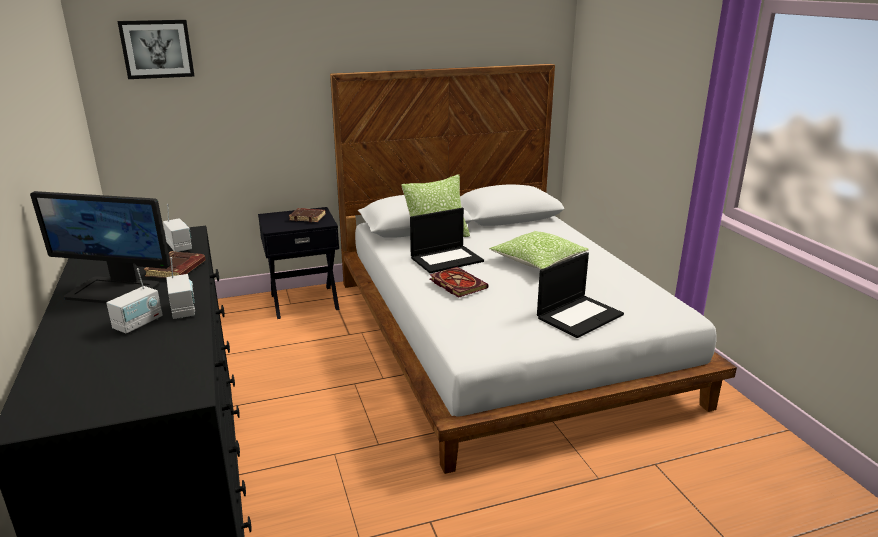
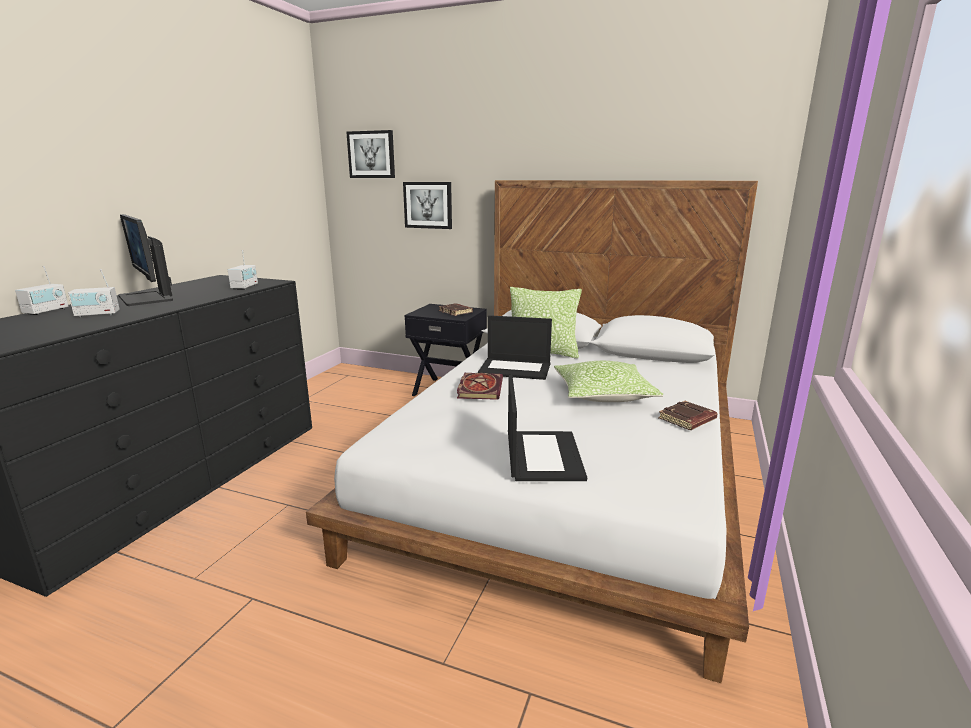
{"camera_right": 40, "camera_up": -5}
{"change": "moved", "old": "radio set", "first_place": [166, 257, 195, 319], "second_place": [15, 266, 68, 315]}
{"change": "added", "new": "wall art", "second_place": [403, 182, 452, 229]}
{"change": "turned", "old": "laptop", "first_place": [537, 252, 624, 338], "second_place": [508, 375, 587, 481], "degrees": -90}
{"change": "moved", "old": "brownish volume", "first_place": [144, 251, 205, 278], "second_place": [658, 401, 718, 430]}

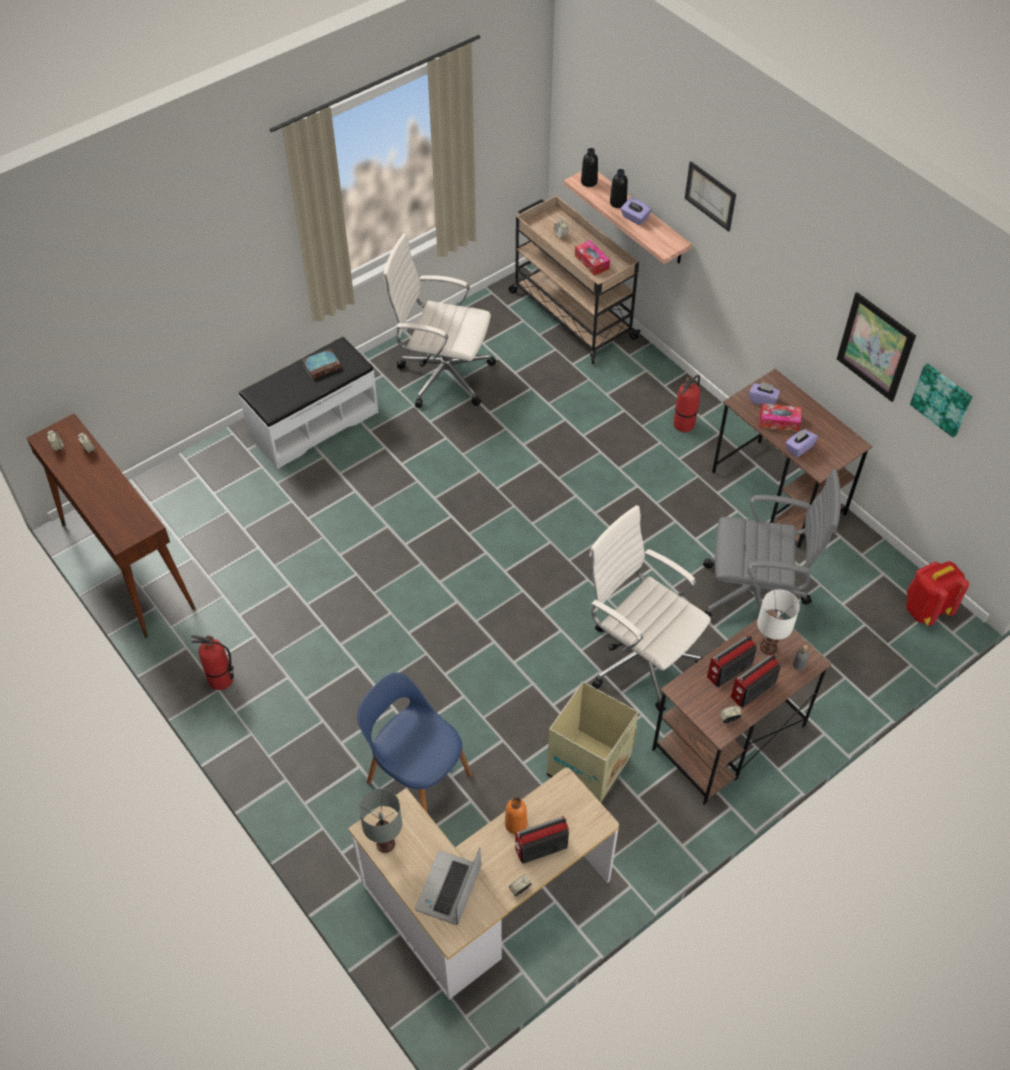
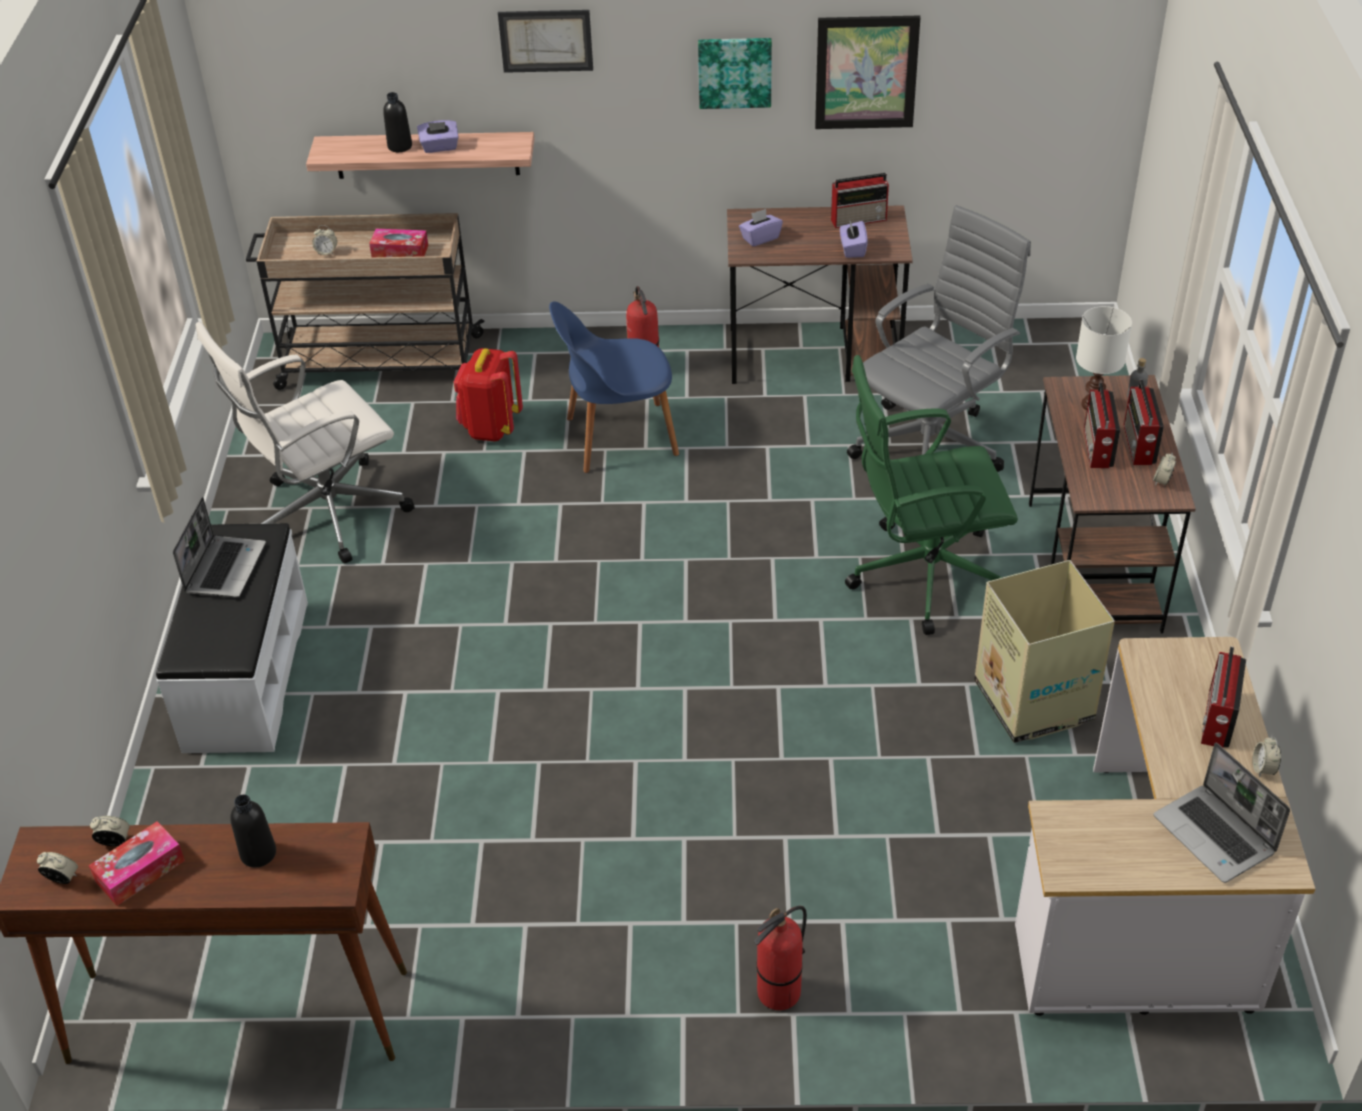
{"camera_right": -50, "camera_up": -10}
{"change": "moved", "old": "tissue holder", "first_place": [759, 403, 801, 431], "second_place": [89, 821, 185, 906]}
{"change": "replaced", "old": "volume", "new": "laptop", "first_place": [302, 349, 341, 379], "second_place": [173, 497, 266, 598]}
{"change": "moved", "old": "black drink bottle", "first_place": [581, 148, 598, 187], "second_place": [230, 795, 276, 868]}
{"change": "moved", "old": "reddish knapsack", "first_place": [906, 561, 969, 626], "second_place": [454, 348, 523, 442]}
{"change": "moved", "old": "blue-coloured chair", "first_place": [357, 672, 472, 814], "second_place": [549, 301, 679, 473]}
{"change": "moved", "old": "wall art", "first_place": [910, 363, 972, 438], "second_place": [698, 38, 772, 109]}
{"change": "moved", "old": "extinguisher", "first_place": [191, 635, 234, 690], "second_place": [754, 906, 807, 1010]}
{"change": "added", "new": "radio set", "second_place": [831, 173, 889, 228]}
{"change": "recoloured", "old": "whitish office chair", "new": "greenish office chair", "first_place": [589, 505, 711, 711], "second_place": [845, 355, 1018, 635]}
{"change": "removed", "old": "greyish lamp for a table", "first_place": [359, 788, 402, 853]}
{"change": "removed", "old": "orange drink bottle", "first_place": [505, 797, 527, 834]}

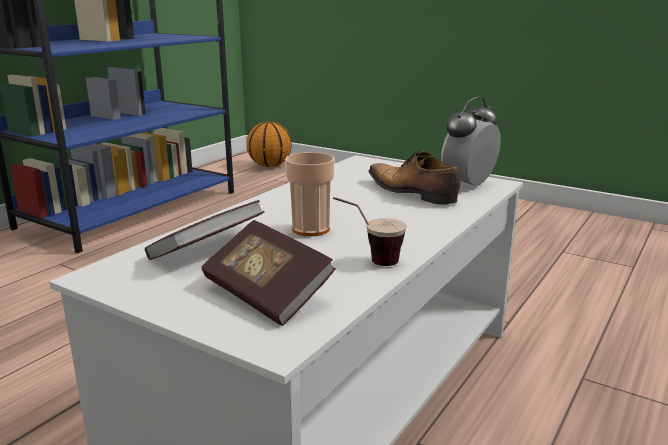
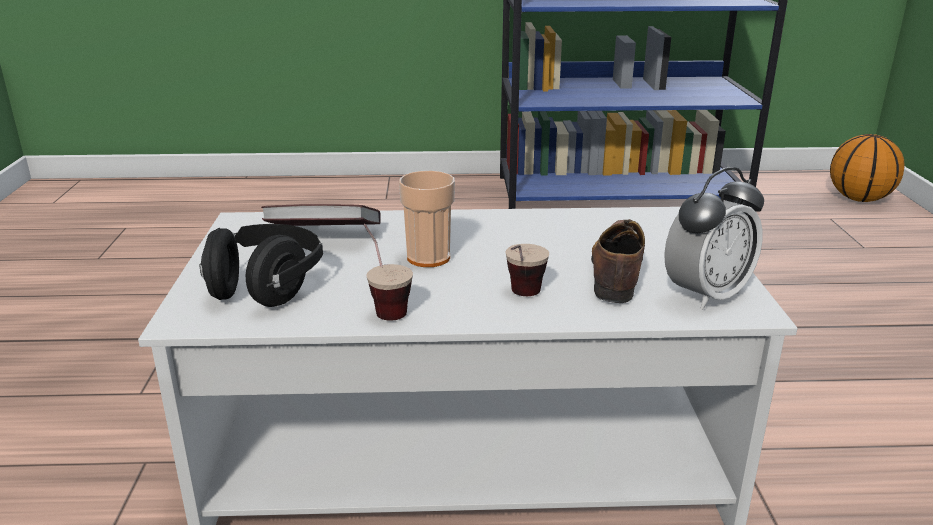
{"camera_right": 55, "camera_up": 5}
{"change": "replaced", "old": "volume", "new": "black headset", "first_place": [202, 220, 335, 326], "second_place": [199, 224, 323, 307]}
{"change": "added", "new": "small cup", "second_place": [505, 244, 549, 296]}
{"change": "turned", "old": "alarm clock", "first_place": [441, 97, 501, 188], "second_place": [664, 167, 764, 310], "degrees": 135}

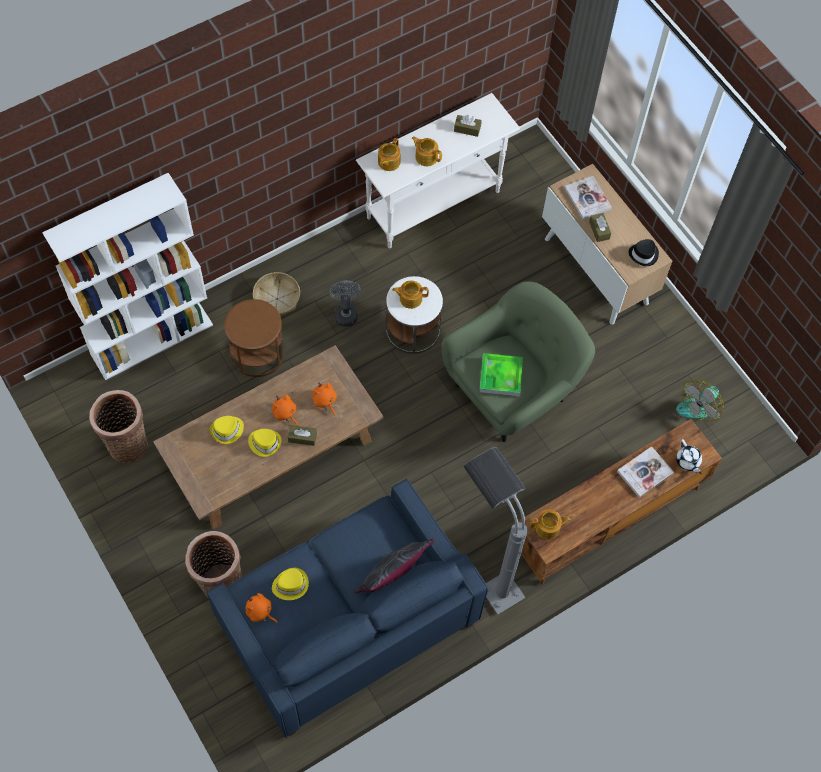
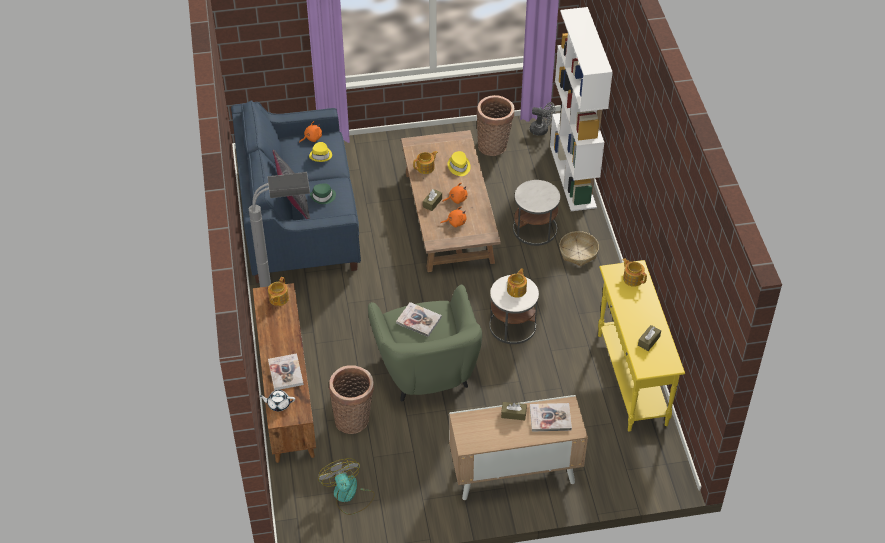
{"camera_right": 115, "camera_up": -15}
{"change": "added", "new": "greenish wearable hat", "second_place": [310, 183, 336, 204]}
{"change": "moved", "old": "household basket", "first_place": [185, 531, 242, 598], "second_place": [329, 365, 374, 434]}
{"change": "replaced", "old": "tray", "new": "volume", "first_place": [479, 353, 523, 396], "second_place": [396, 302, 442, 337]}
{"change": "moved", "old": "tea pot", "first_place": [411, 136, 442, 166], "second_place": [413, 151, 438, 174]}
{"change": "recoloured", "old": "brownish side table", "new": "whitish side table", "first_place": [224, 299, 285, 377], "second_place": [513, 180, 560, 246]}
{"change": "moved", "old": "greyish cooling fan", "first_place": [329, 281, 361, 327], "second_place": [530, 102, 555, 136]}
{"change": "recoloured", "old": "whitish narrow table", "new": "yellow narrow table", "first_place": [356, 93, 520, 248], "second_place": [598, 260, 685, 432]}
{"change": "removed", "old": "yellow wearable hat", "first_place": [248, 429, 282, 457]}
{"change": "removed", "old": "black wearable hat", "first_place": [628, 239, 659, 266]}

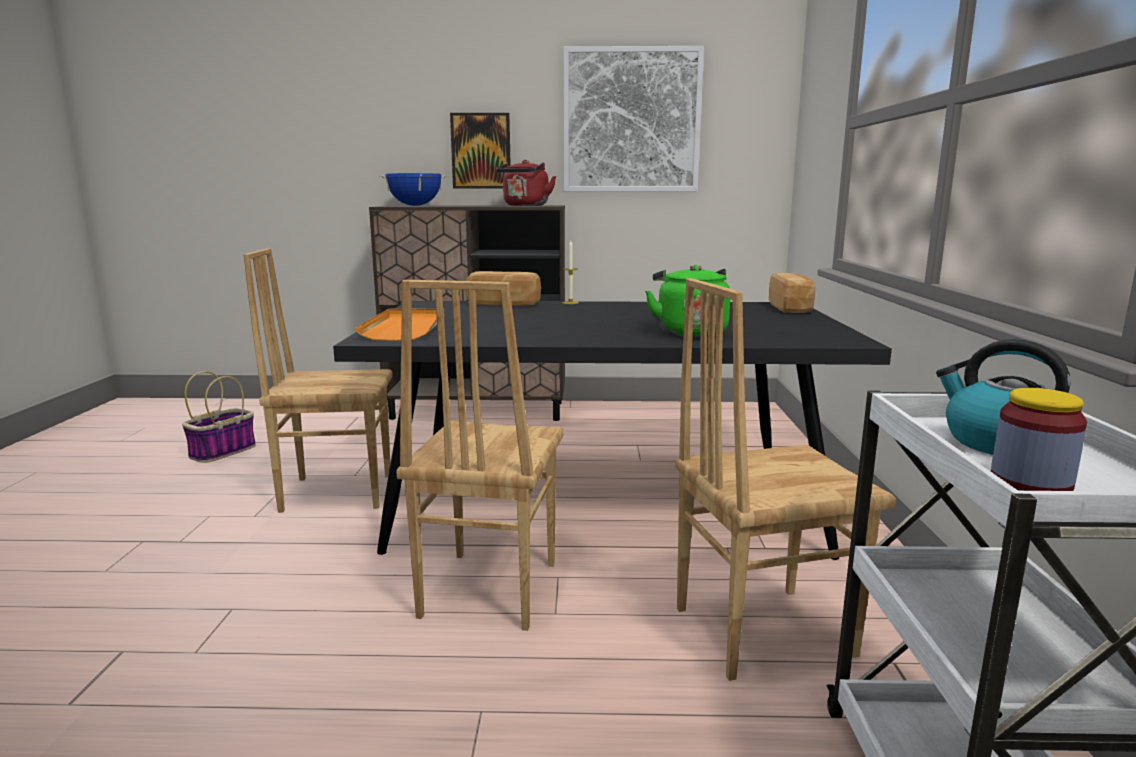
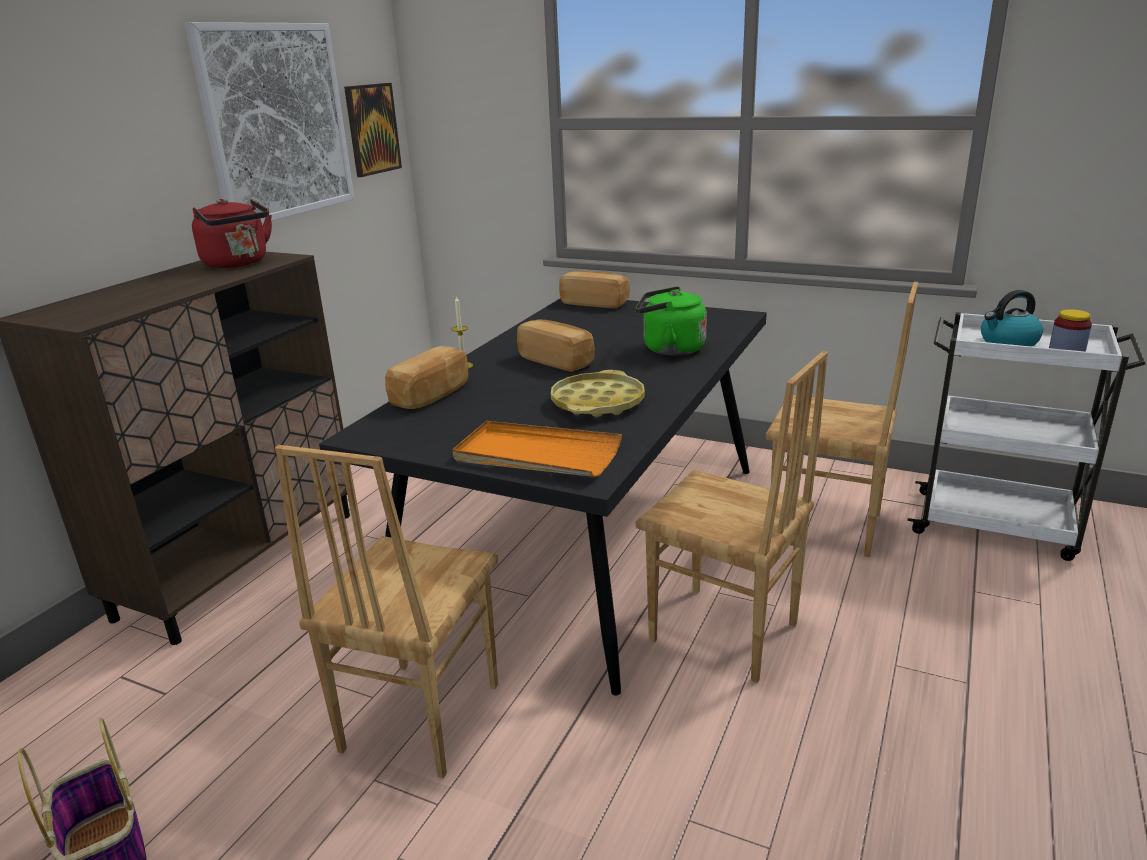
{"camera_right": -65, "camera_up": 10}
{"change": "moved", "old": "wall art", "first_place": [450, 113, 511, 188], "second_place": [344, 83, 402, 177]}
{"change": "added", "new": "bakery bread", "second_place": [517, 319, 595, 372]}
{"change": "added", "new": "yellow tray", "second_place": [551, 370, 645, 417]}
{"change": "turned", "old": "brownish chair", "first_place": [675, 278, 896, 681], "second_place": [766, 282, 918, 557], "degrees": -75}
{"change": "removed", "old": "blue-coloured stockpot", "first_place": [379, 173, 447, 206]}

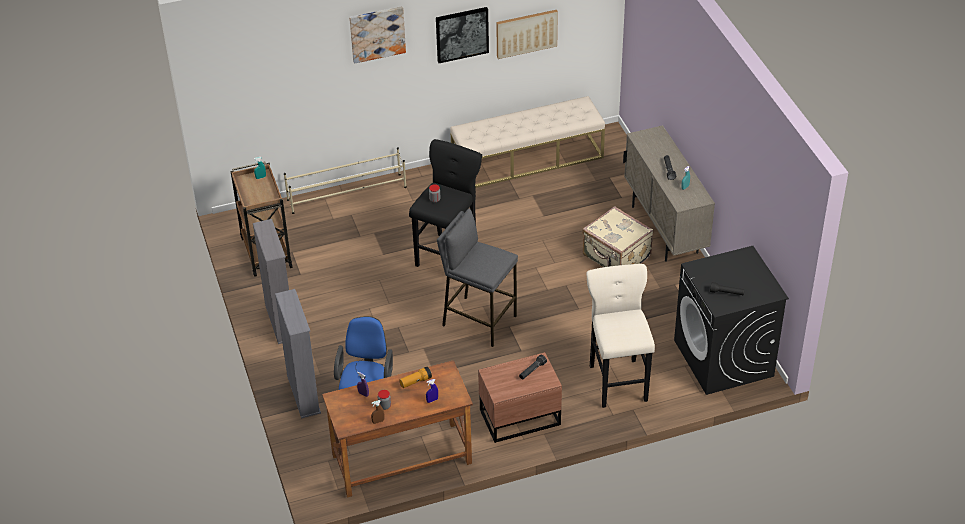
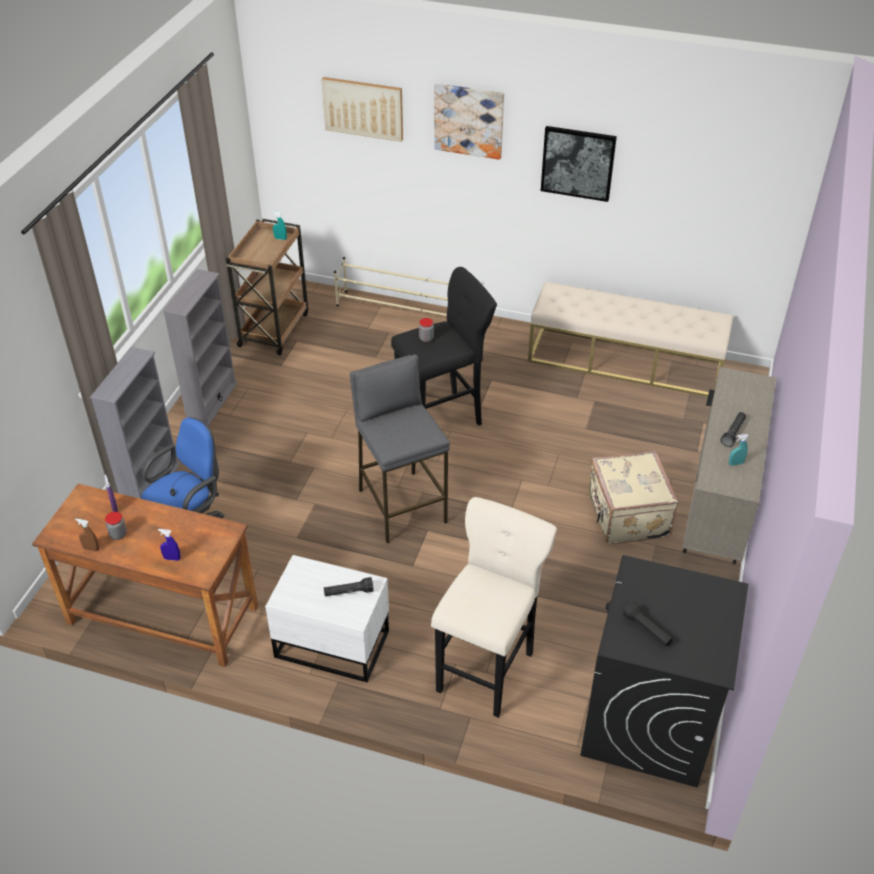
{"camera_right": 35, "camera_up": 0}
{"change": "recoloured", "old": "brownish nightstand", "new": "whitish nightstand", "first_place": [478, 352, 562, 443], "second_place": [265, 555, 389, 682]}
{"change": "moved", "old": "wall art", "first_place": [496, 10, 558, 59], "second_place": [322, 77, 403, 142]}
{"change": "removed", "old": "hand torch", "first_place": [399, 367, 432, 388]}

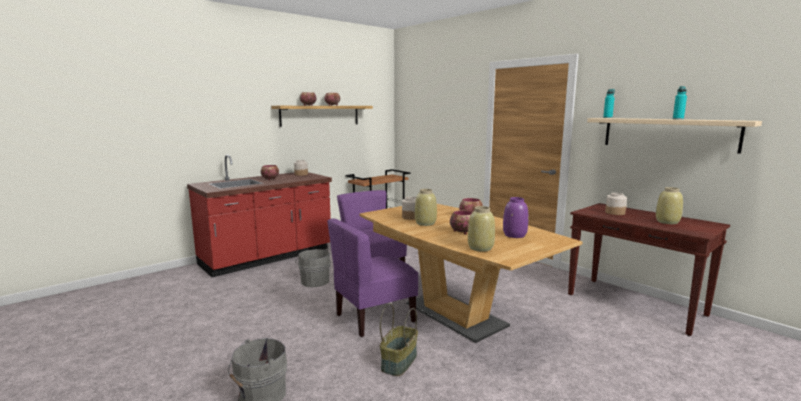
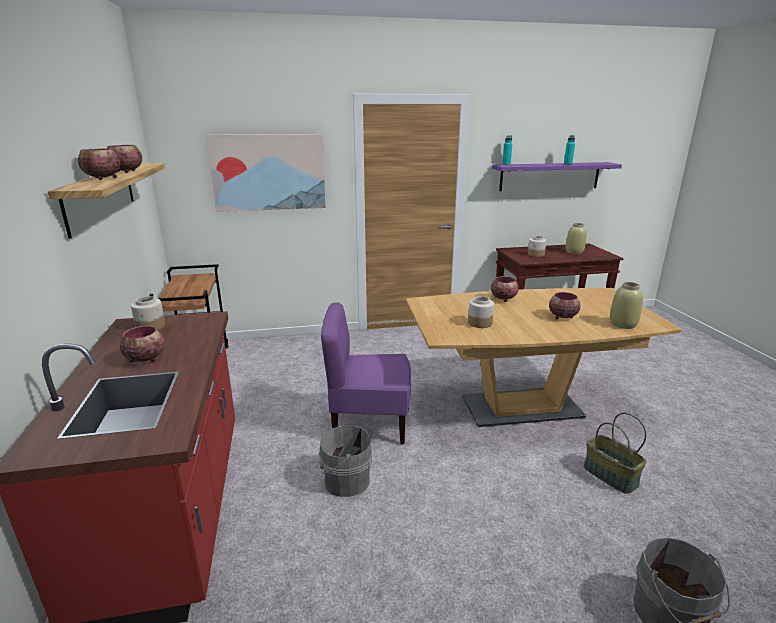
{"camera_right": -60, "camera_up": 10}
{"change": "added", "new": "wall art", "second_place": [206, 134, 326, 212]}
{"change": "recoloured", "old": "beige-coloured bracket shelf", "new": "purplish bracket shelf", "first_place": [587, 118, 762, 154], "second_place": [492, 162, 622, 191]}
{"change": "removed", "old": "purplish chair", "first_place": [327, 218, 418, 337]}
{"change": "removed", "old": "beige-coloured vase", "first_place": [415, 189, 437, 226]}
{"change": "removed", "old": "purplish vase", "first_place": [503, 197, 528, 238]}

